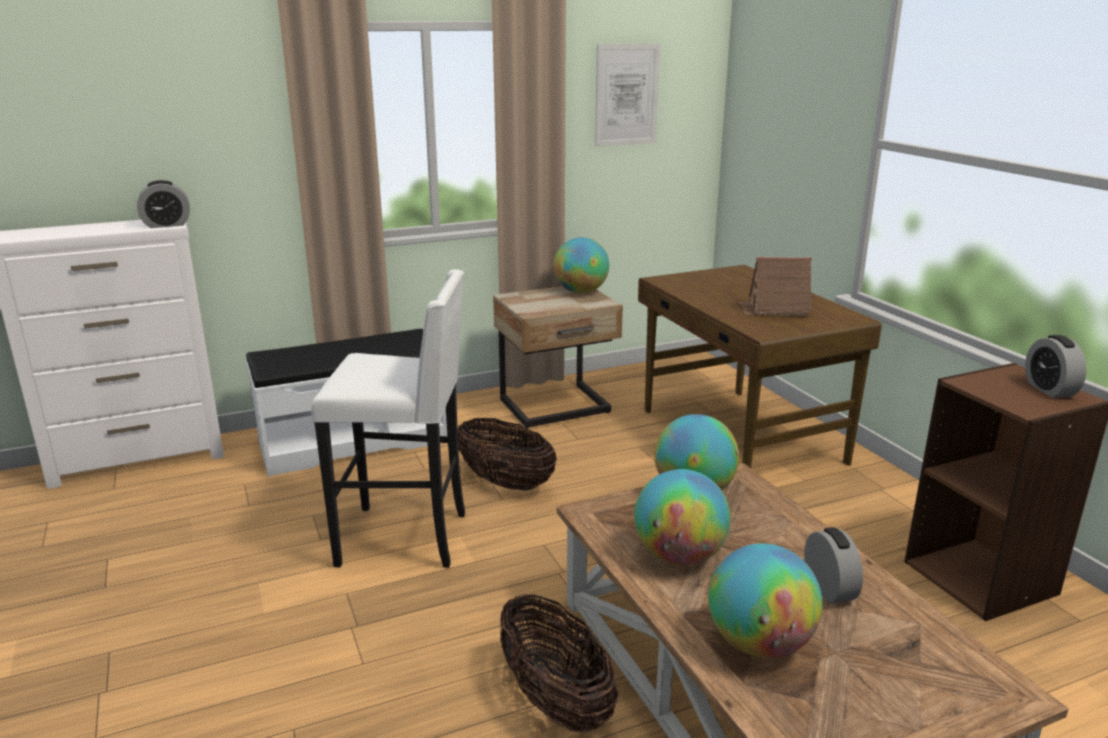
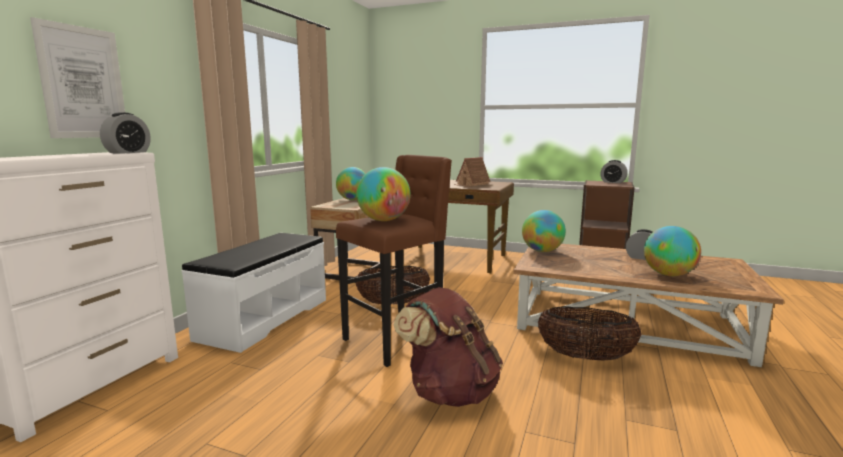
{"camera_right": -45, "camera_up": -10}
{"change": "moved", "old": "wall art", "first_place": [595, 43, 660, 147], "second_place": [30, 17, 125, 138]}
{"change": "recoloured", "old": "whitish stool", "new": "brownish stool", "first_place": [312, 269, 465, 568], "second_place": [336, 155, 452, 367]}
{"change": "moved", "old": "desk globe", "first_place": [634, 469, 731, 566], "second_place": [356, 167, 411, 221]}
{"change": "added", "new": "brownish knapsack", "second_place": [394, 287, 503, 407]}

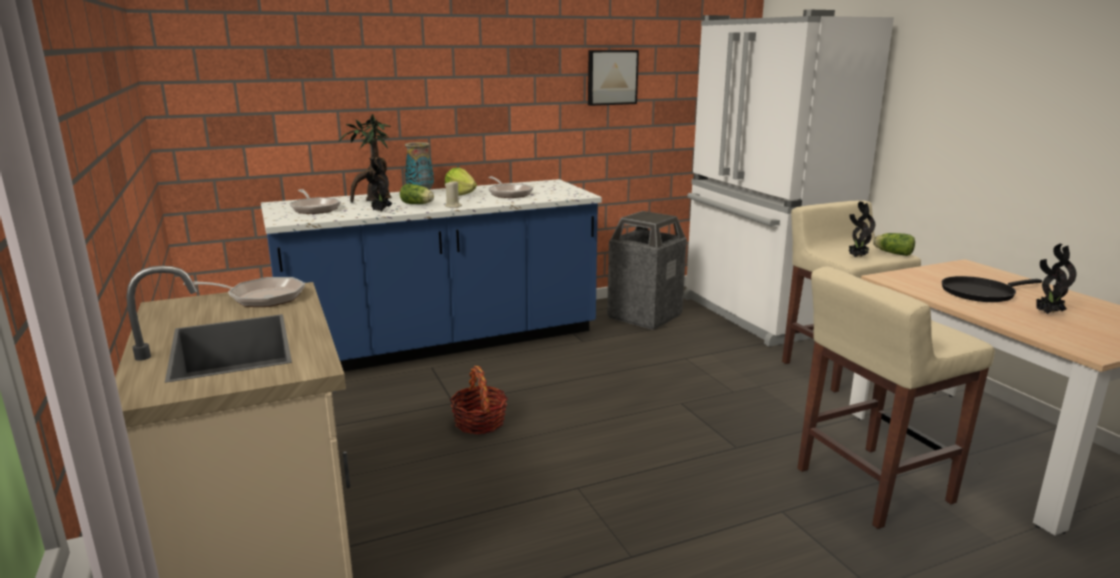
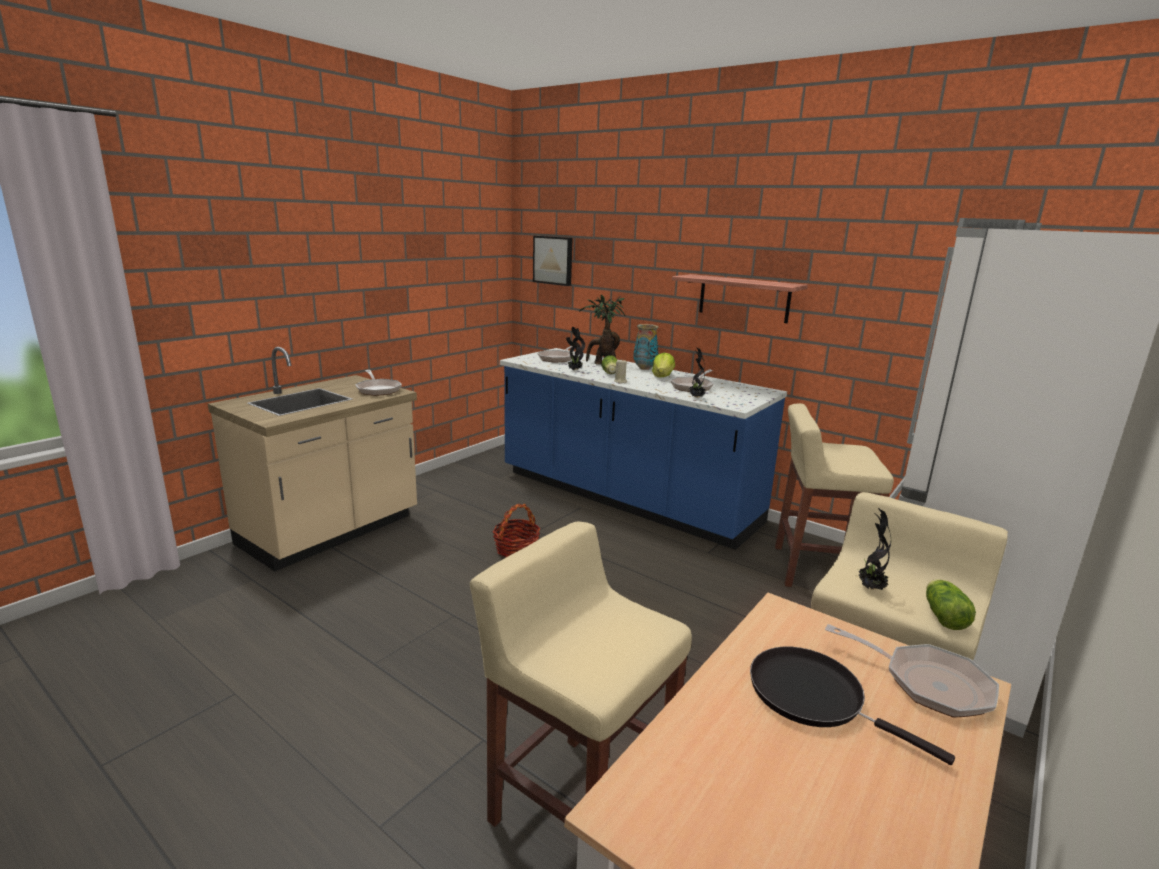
{"camera_right": 60, "camera_up": 0}
{"change": "moved", "old": "wall art", "first_place": [588, 50, 639, 106], "second_place": [533, 236, 572, 286]}
{"change": "added", "new": "bracket shelf", "second_place": [672, 274, 808, 323]}
{"change": "moved", "old": "potted plant", "first_place": [1036, 244, 1077, 314], "second_place": [689, 347, 706, 398]}
{"change": "replaced", "old": "waste bin", "new": "beige-coloured stool", "first_place": [607, 211, 687, 330], "second_place": [775, 403, 894, 587]}
{"change": "added", "new": "pan", "second_place": [825, 624, 999, 718]}

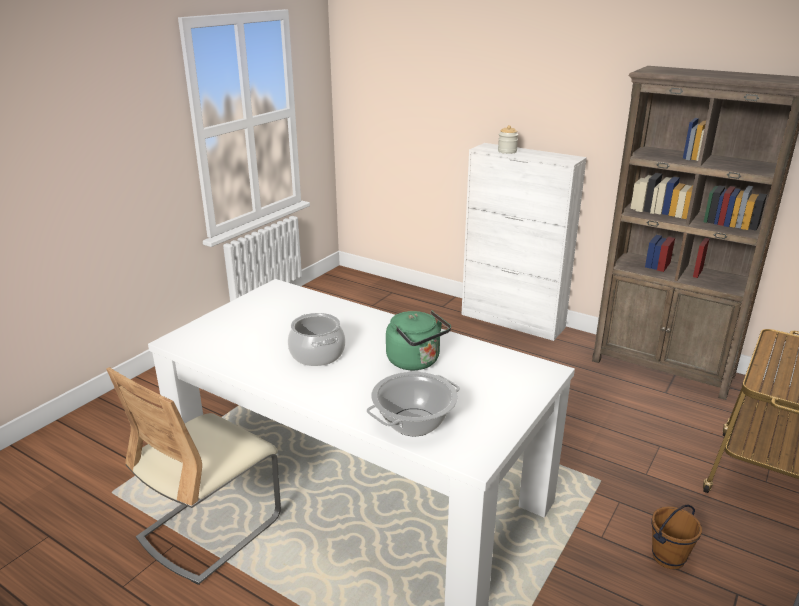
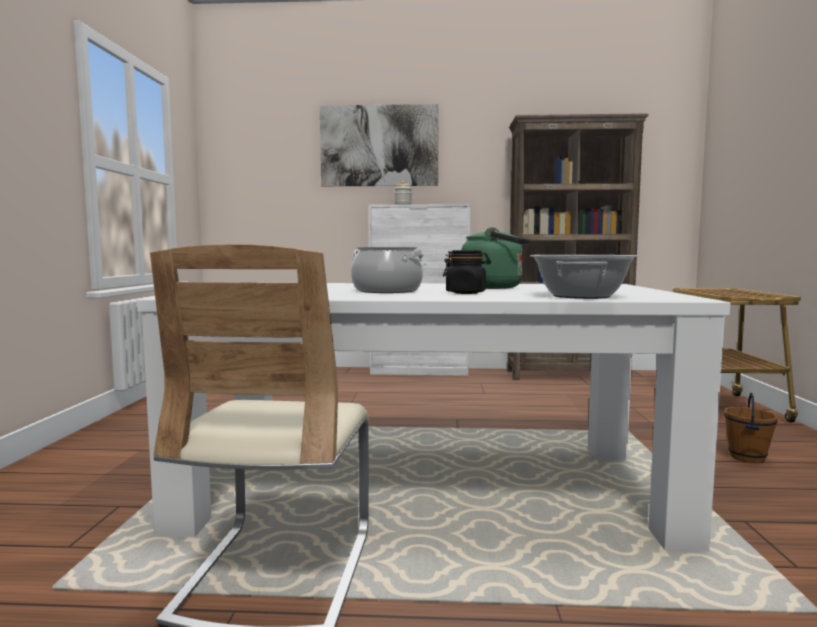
{"camera_right": -30, "camera_up": -20}
{"change": "added", "new": "wall art", "second_place": [320, 104, 439, 186]}
{"change": "added", "new": "black storage jar", "second_place": [443, 250, 491, 294]}

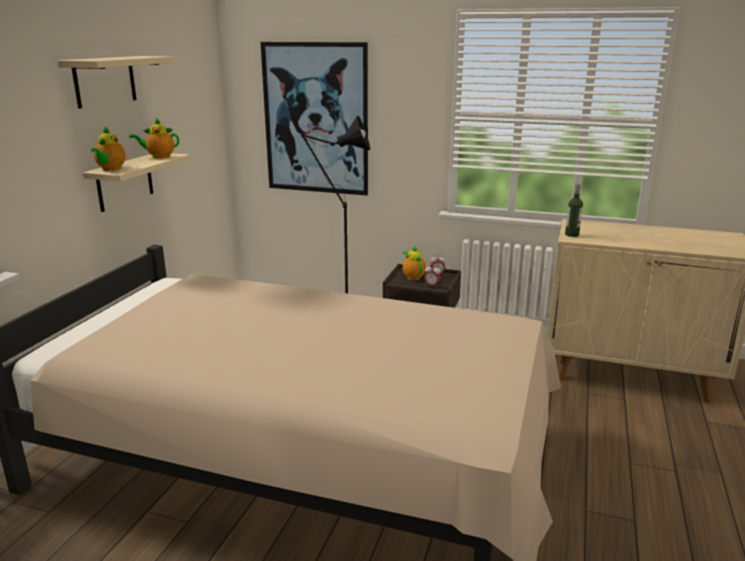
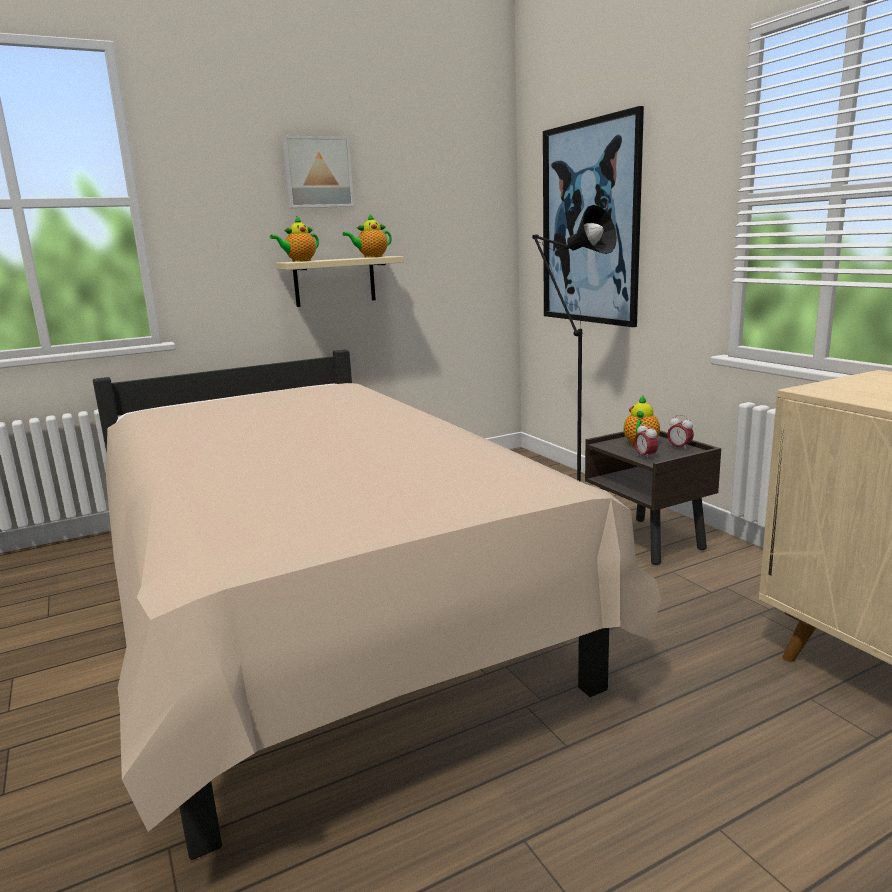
{"camera_right": 45, "camera_up": -5}
{"change": "replaced", "old": "beige-coloured bracket shelf", "new": "wall art", "first_place": [57, 56, 175, 108], "second_place": [282, 136, 354, 208]}
{"change": "turned", "old": "tea pot", "first_place": [129, 118, 179, 158], "second_place": [342, 213, 392, 258], "degrees": -60}
{"change": "removed", "old": "drink bottle", "first_place": [565, 184, 583, 237]}

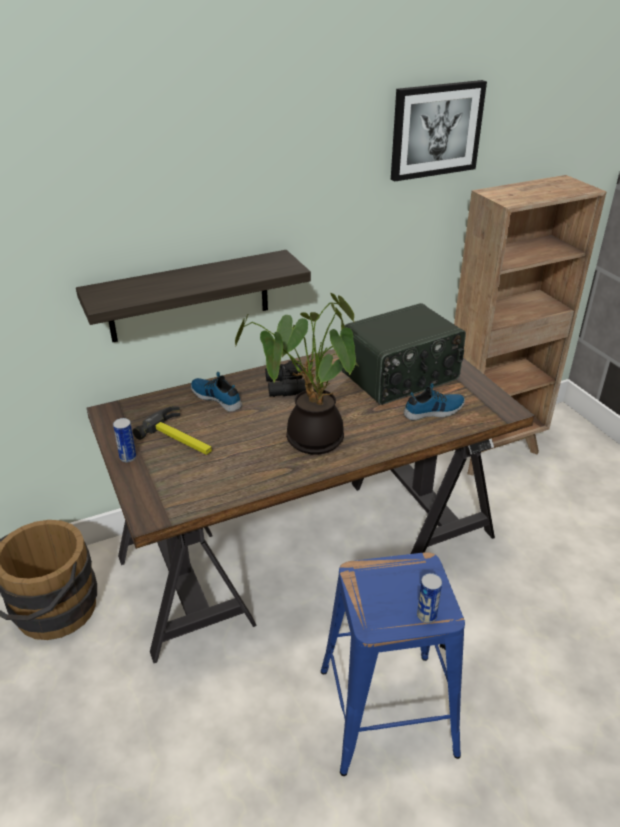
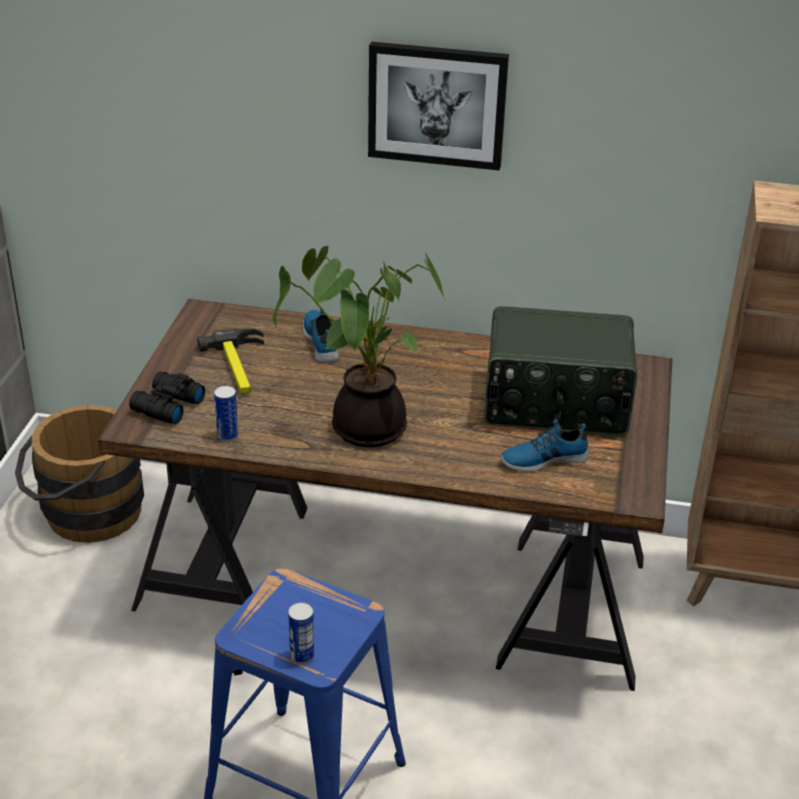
{"camera_right": 35, "camera_up": 0}
{"change": "moved", "old": "black pair of binoculars", "first_place": [265, 361, 306, 397], "second_place": [129, 372, 205, 424]}
{"change": "moved", "old": "sealed can", "first_place": [113, 418, 136, 462], "second_place": [214, 386, 238, 442]}
{"change": "moved", "old": "wall art", "first_place": [391, 80, 487, 182], "second_place": [368, 42, 509, 171]}
{"change": "turned", "old": "shoe", "first_place": [404, 383, 465, 420], "second_place": [500, 420, 589, 472], "degrees": 150}
{"change": "removed", "old": "bracket shelf", "first_place": [76, 250, 311, 342]}

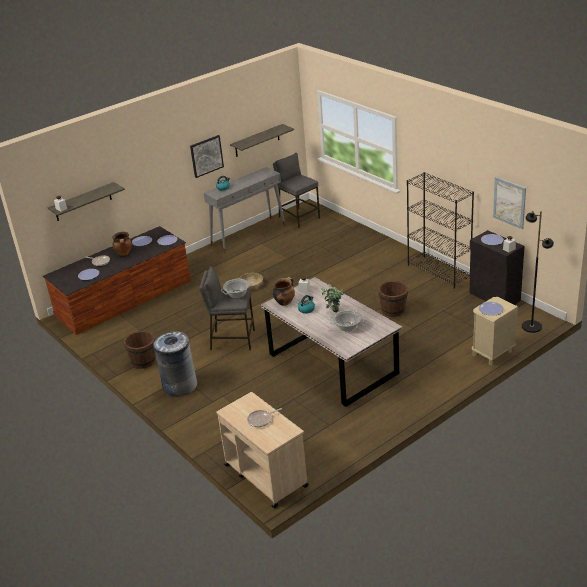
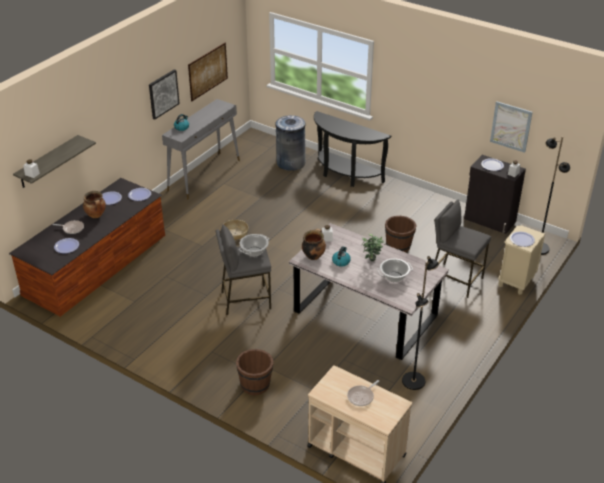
{"camera_right": -20, "camera_up": 5}
{"change": "replaced", "old": "bracket shelf", "new": "wall art", "first_place": [230, 124, 294, 157], "second_place": [188, 43, 228, 101]}
{"change": "moved", "old": "brownish pail", "first_place": [124, 331, 156, 369], "second_place": [236, 349, 274, 395]}
{"change": "moved", "old": "greyish waste bin", "first_place": [153, 331, 197, 397], "second_place": [275, 115, 306, 171]}
{"change": "added", "new": "black narrow table", "second_place": [314, 111, 391, 187]}
{"change": "added", "new": "black floor lamp", "second_place": [402, 256, 439, 390]}
{"change": "moved", "old": "greyish stool", "first_place": [273, 153, 320, 228], "second_place": [435, 199, 491, 298]}
{"change": "removed", "old": "black bookshelf", "first_place": [407, 172, 474, 289]}

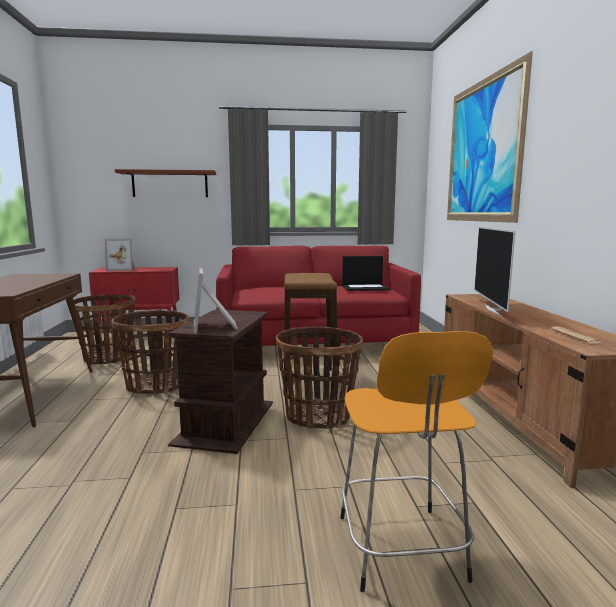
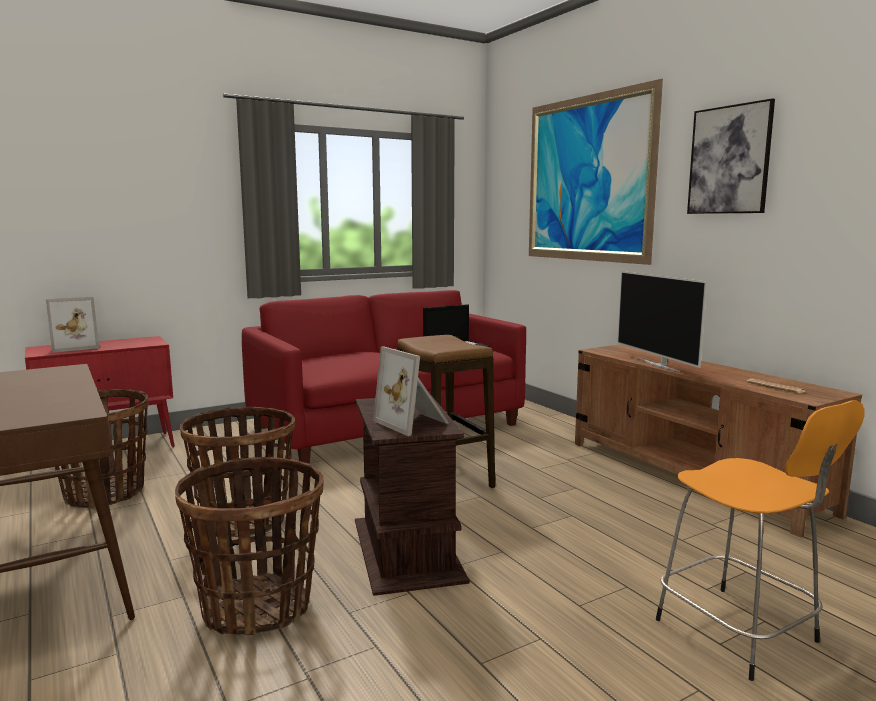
{"camera_right": -25, "camera_up": 0}
{"change": "moved", "old": "household basket", "first_place": [276, 326, 363, 429], "second_place": [175, 457, 324, 635]}
{"change": "added", "new": "wall art", "second_place": [687, 98, 775, 214]}
{"change": "removed", "old": "brownish bracket shelf", "first_place": [115, 169, 216, 197]}

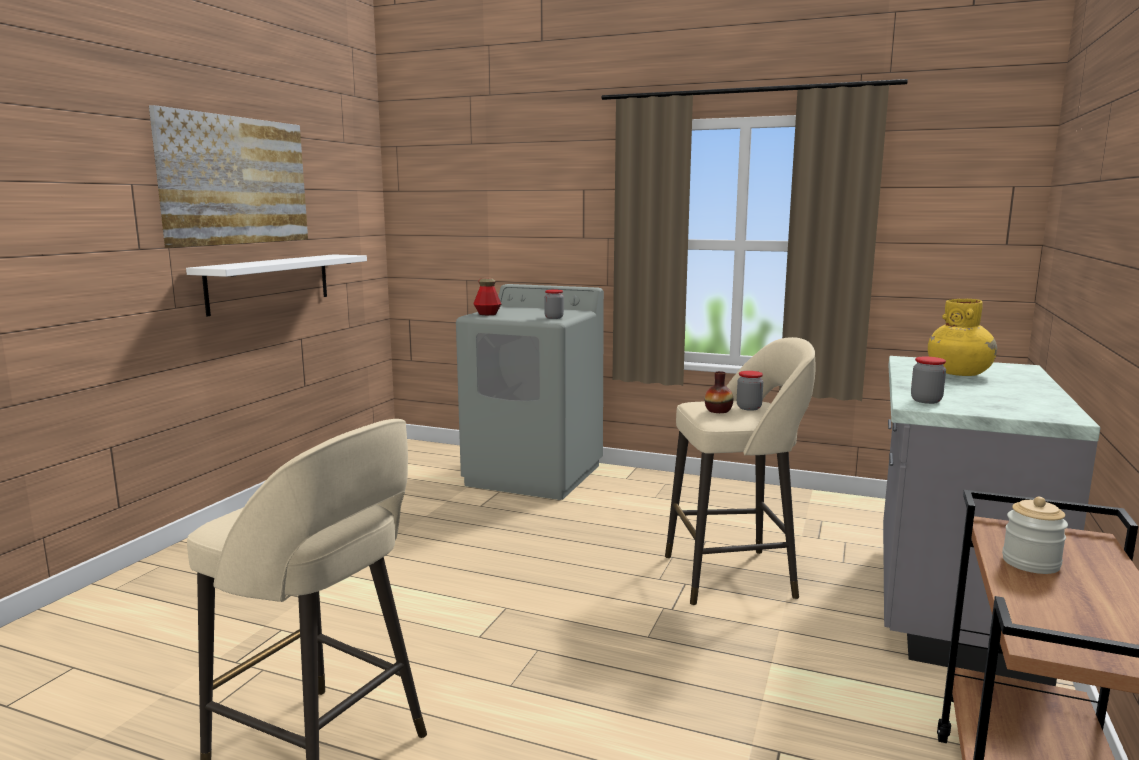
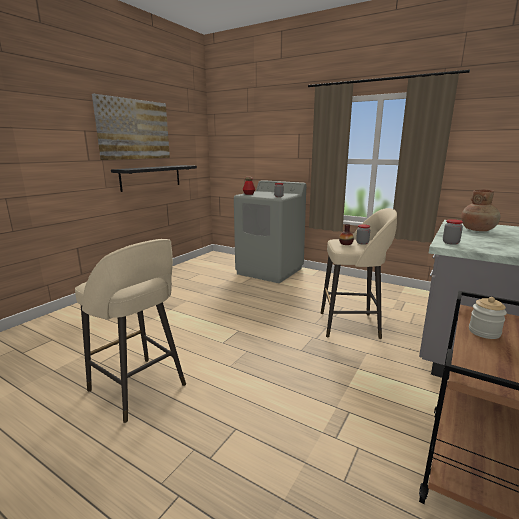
{"camera_right": 10, "camera_up": 5}
{"change": "recoloured", "old": "whitish bracket shelf", "new": "black bracket shelf", "first_place": [186, 254, 367, 316], "second_place": [111, 165, 197, 192]}
{"change": "recoloured", "old": "yellow vase", "new": "brownish vase", "first_place": [928, 299, 997, 376], "second_place": [461, 190, 501, 231]}

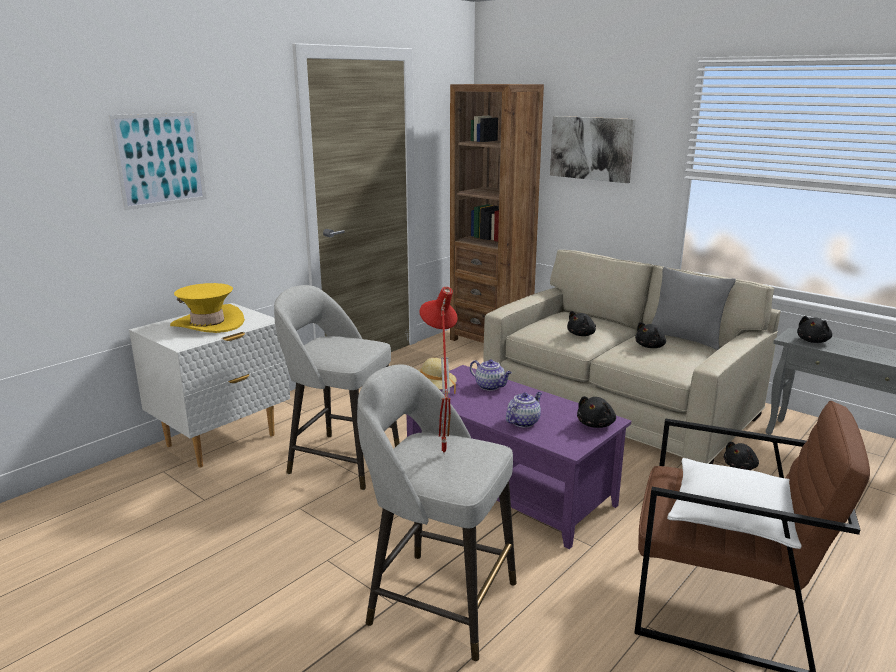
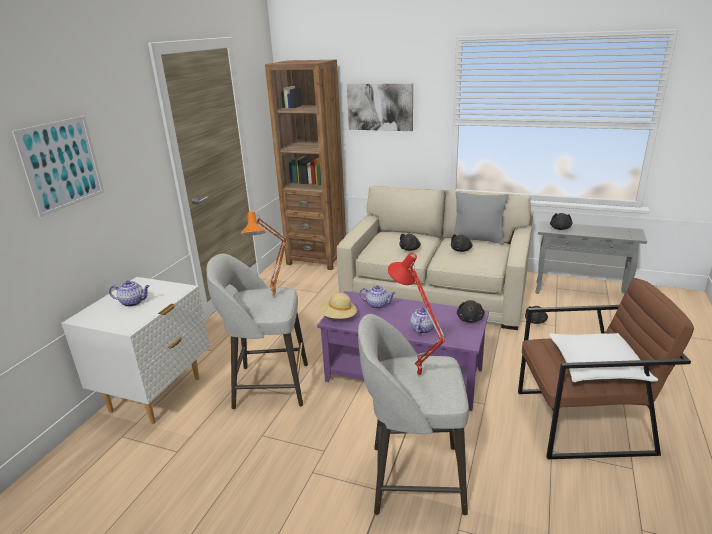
{"camera_right": -20, "camera_up": 5}
{"change": "replaced", "old": "yellow wearable hat", "new": "tea pot", "first_place": [170, 283, 245, 333], "second_place": [109, 281, 150, 307]}
{"change": "added", "new": "orange lamp for a table", "second_place": [240, 212, 287, 298]}

